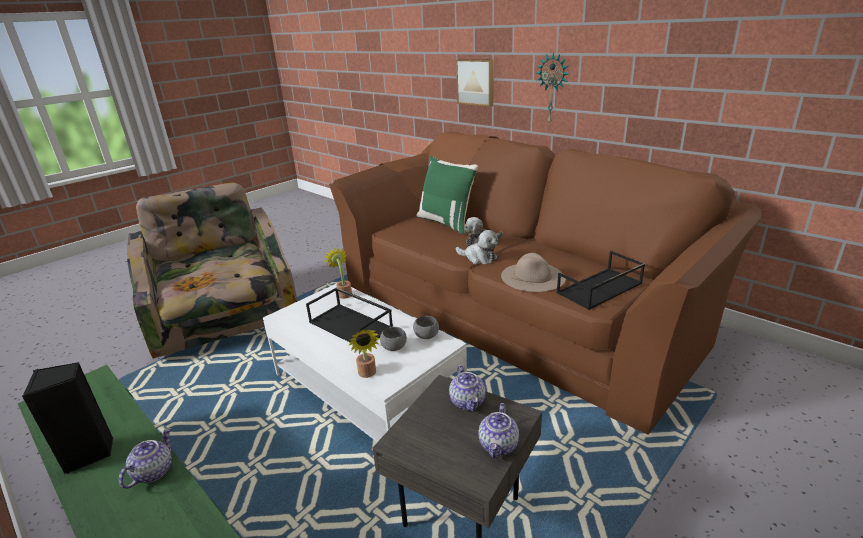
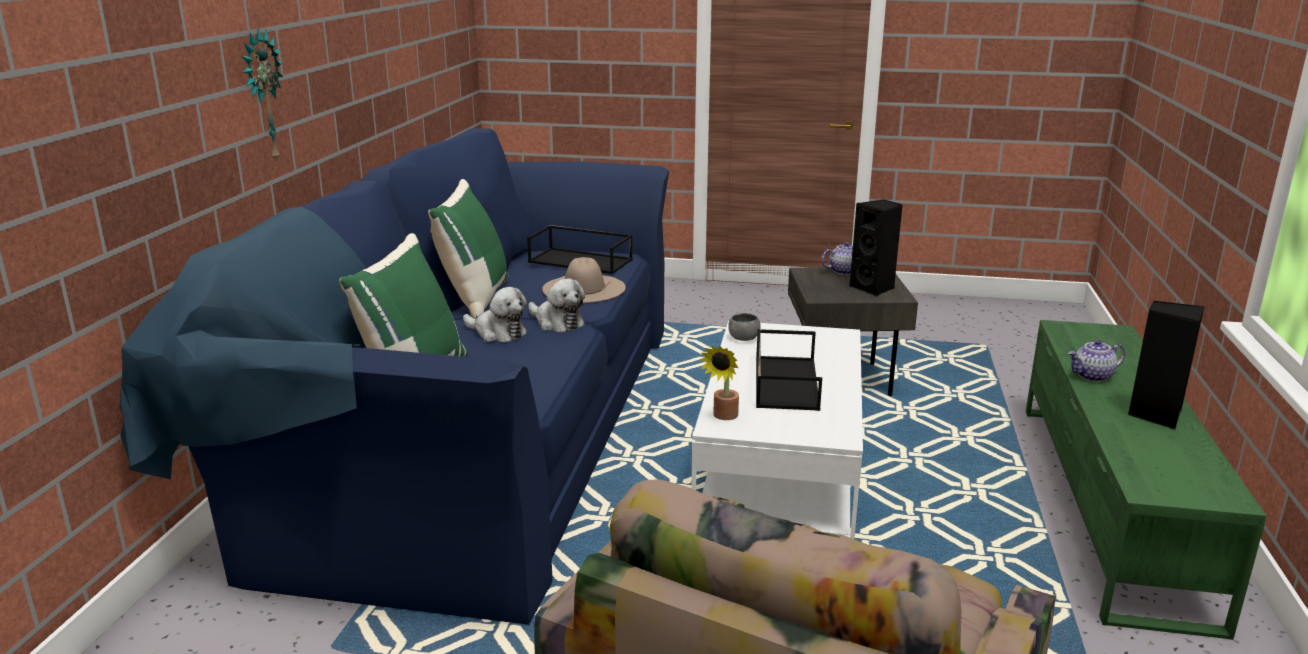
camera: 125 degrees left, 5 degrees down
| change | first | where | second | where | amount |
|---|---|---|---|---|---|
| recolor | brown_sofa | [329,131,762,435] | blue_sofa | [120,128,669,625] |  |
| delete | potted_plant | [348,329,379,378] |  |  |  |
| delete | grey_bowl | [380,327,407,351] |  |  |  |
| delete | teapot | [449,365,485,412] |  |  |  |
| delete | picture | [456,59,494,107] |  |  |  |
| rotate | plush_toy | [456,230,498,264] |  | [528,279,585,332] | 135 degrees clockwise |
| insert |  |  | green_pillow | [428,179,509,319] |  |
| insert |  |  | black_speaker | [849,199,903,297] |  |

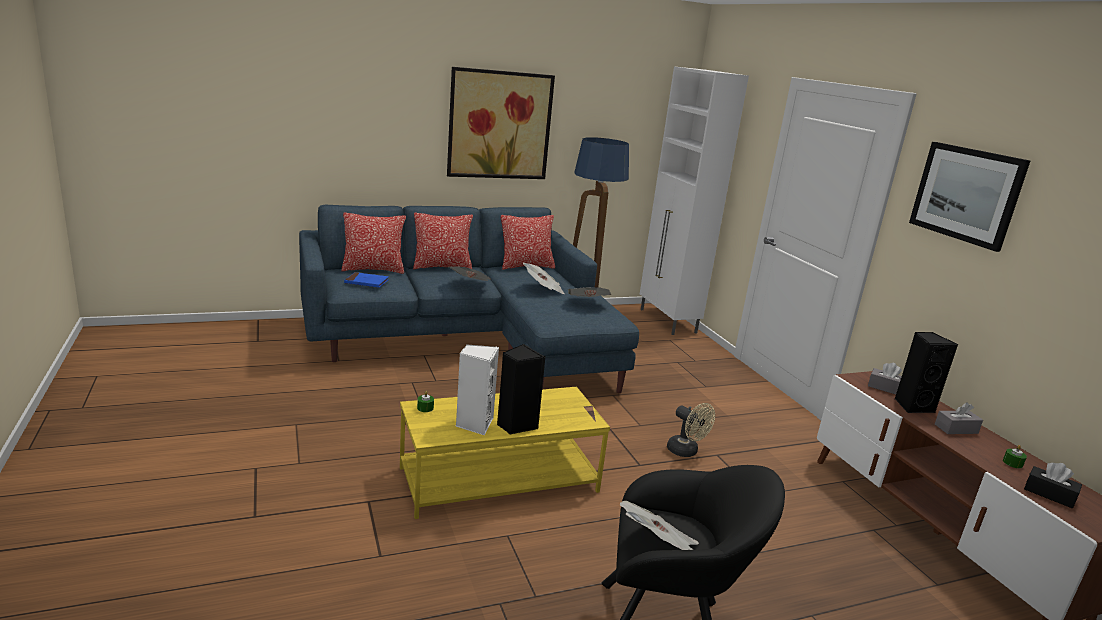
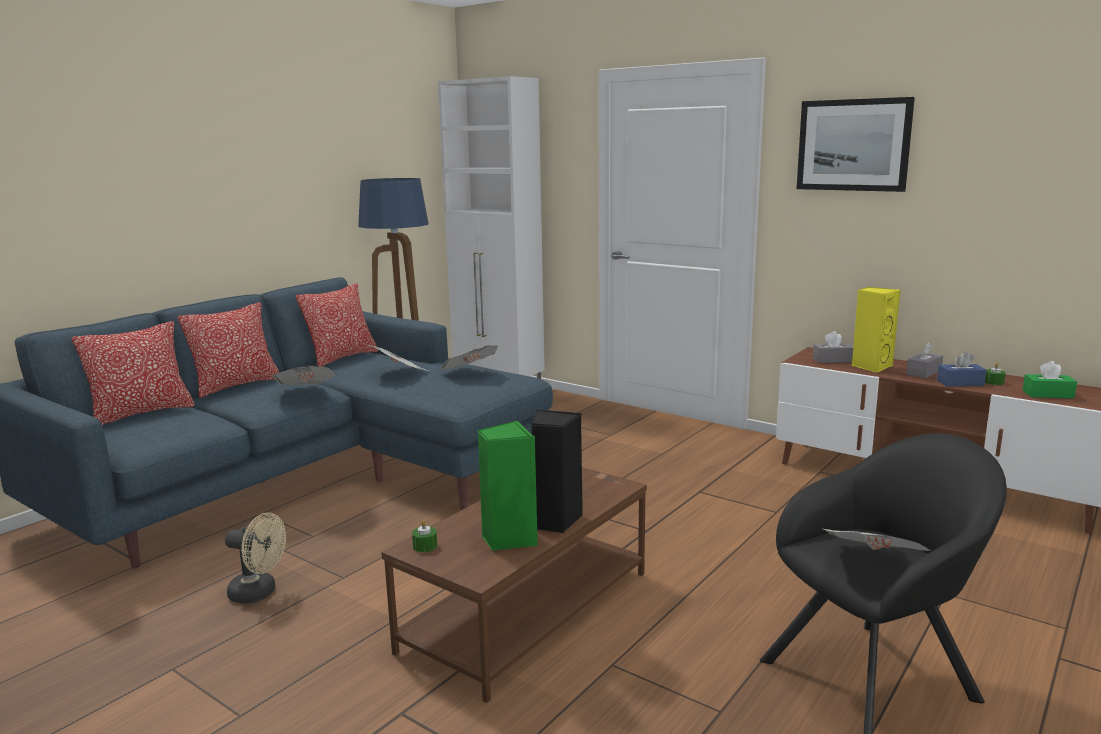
camera: 30 degrees left, 5 degrees down
| change | first | where | second | where | amount |
|---|---|---|---|---|---|
| delete | blue_book | [344,272,389,288] |  |  |  |
| recolor | yellow_coffee_table | [400,387,610,519] | brown_coffee_table | [381,467,647,703] |  |
| delete | picture | [447,67,555,179] |  |  |  |
| recolor | white_speaker | [456,344,499,435] | green_speaker | [478,421,538,551] |  |
| move | beige_fan | [667,403,715,457] |  | [225,513,286,603] |  |
| recolor | black_speaker | [895,332,958,413] | yellow_speaker | [852,287,900,373] |  |
| recolor | black_tissue_box | [1024,463,1082,508] | green_tissue_box | [1022,361,1077,398] |  |
| insert |  |  | blue_tissue_box | [937,352,987,386] |  |

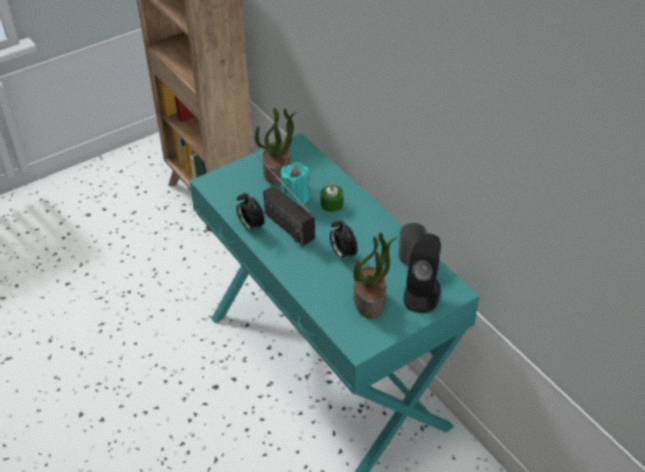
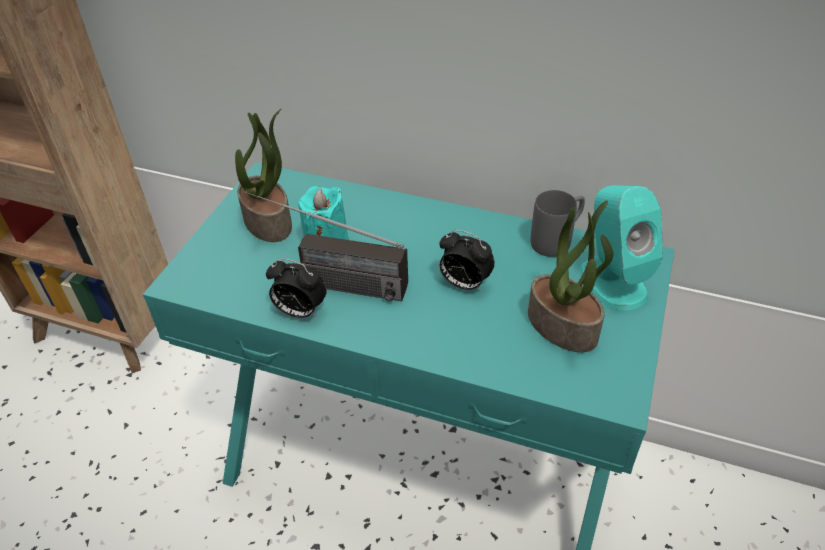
camera: 35 degrees left, 0 degrees up
| change | first | where | second | where | amount |
|---|---|---|---|---|---|
| delete | green_candle | [321,183,344,212] |  |  |  |
| recolor | black_speaker | [404,234,441,313] | turquoise_speaker | [579,185,663,311] |  |

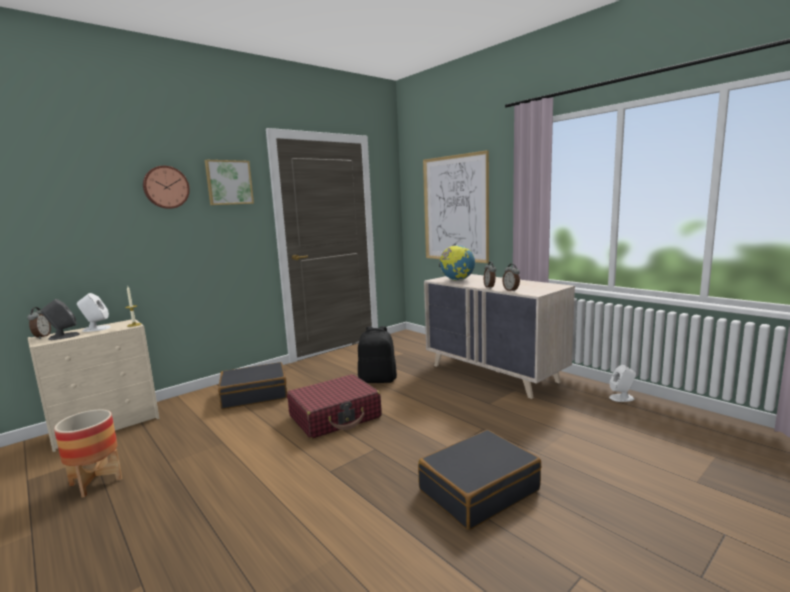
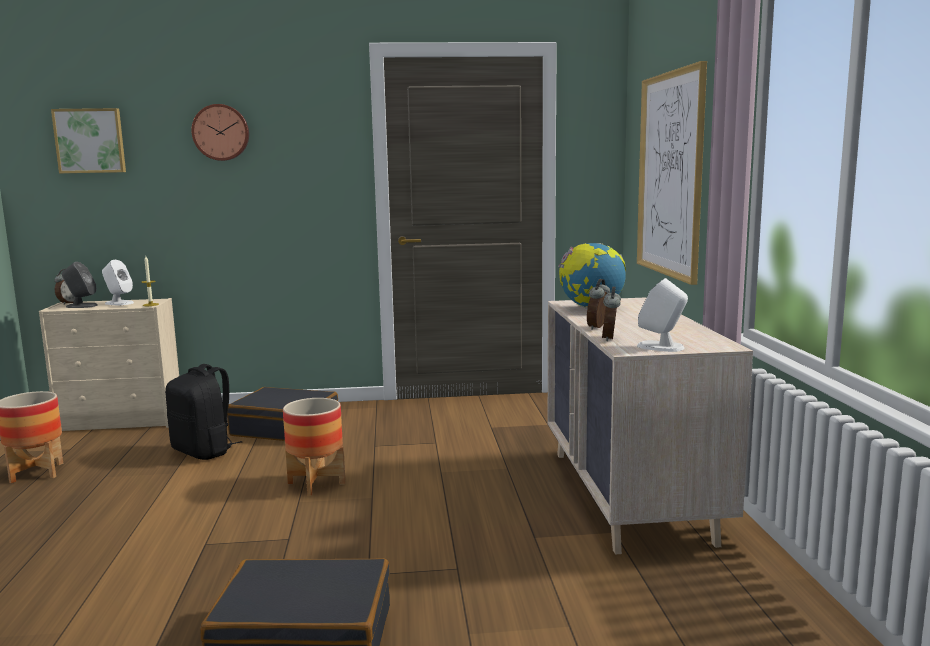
camera: 35 degrees right, 0 degrees up
| change | first | where | second | where | amount |
|---|---|---|---|---|---|
| move | picture | [205,160,254,205] |  | [51,108,126,173] |  |
| replace | red_suitcase | [287,374,382,439] | planter | [283,398,346,496] |  |
| move | black_backpack | [358,326,397,383] |  | [165,364,242,460] |  |
| move | white_speaker | [609,365,636,402] |  | [637,278,688,352] |  |

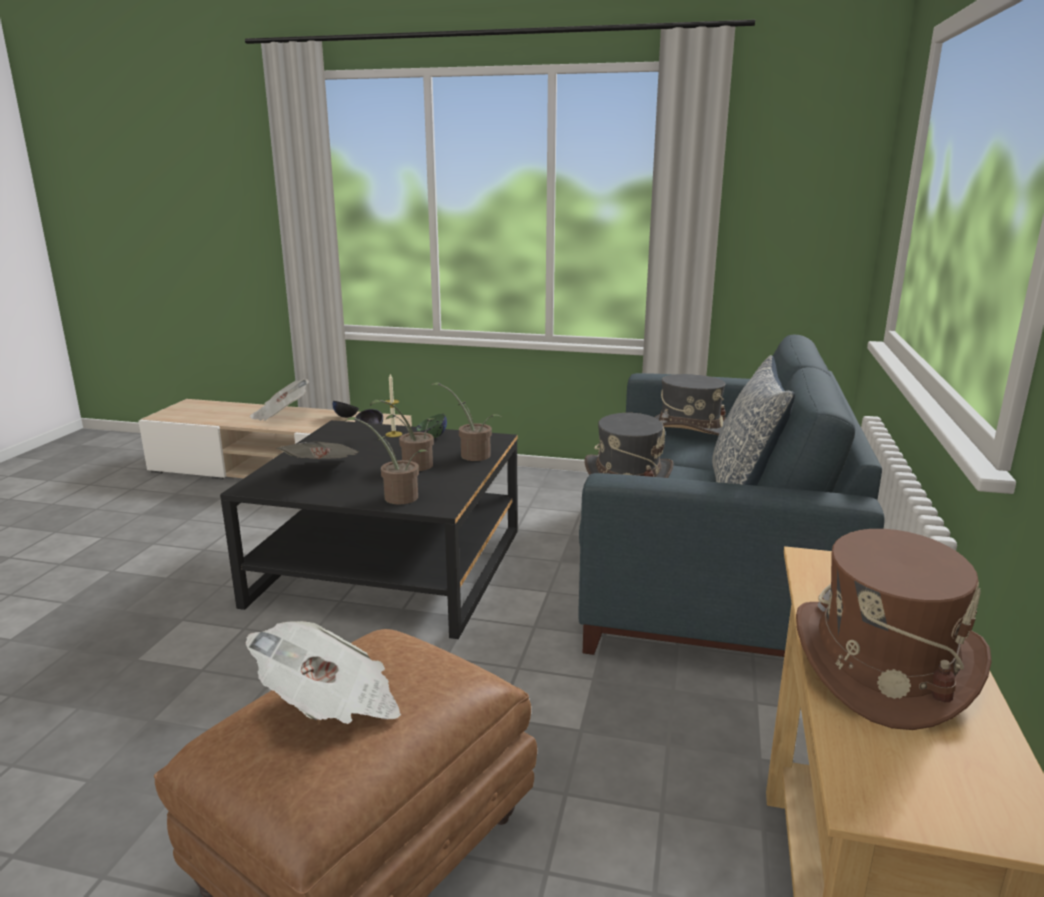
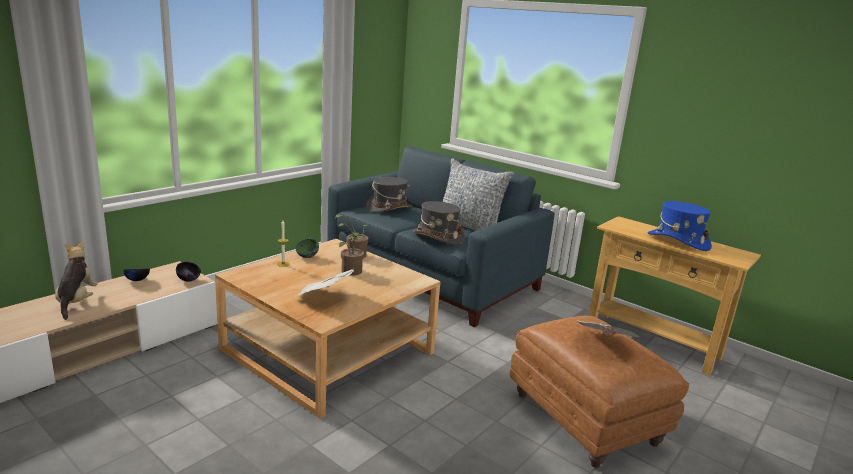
camera: 65 degrees left, 0 degrees up
| change | first | where | second | where | amount |
|---|---|---|---|---|---|
| recolor | black_coffee_table | [220,420,517,639] | beige_coffee_table | [215,239,441,419] |  |
| replace | newspaper | [250,379,309,421] | plush_toy | [55,242,97,320] |  |
| delete | potted_plant | [345,417,429,505] |  |  |  |
| recolor | brown_hat | [796,529,992,730] | blue_hat | [648,201,712,251] |  |

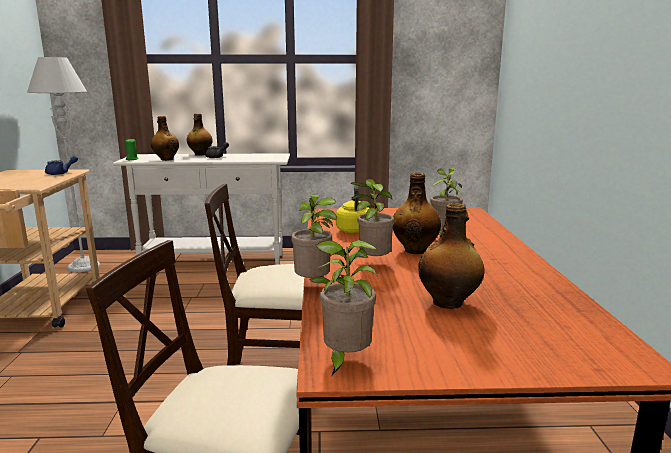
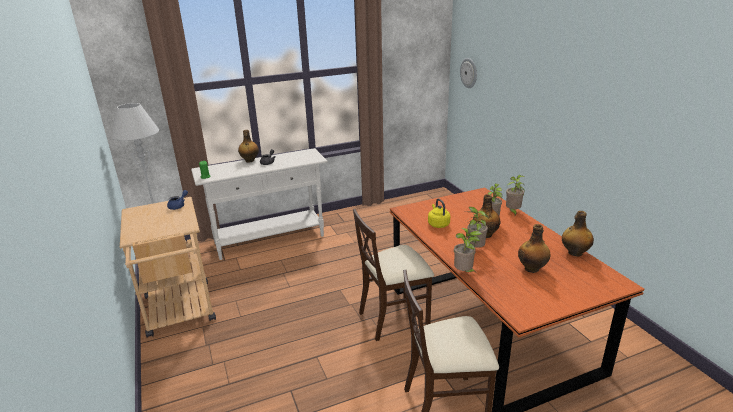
camera: 20 degrees left, 10 degrees up
| change | first | where | second | where | amount |
|---|---|---|---|---|---|
| move | bottle | [151,116,179,161] |  | [562,211,594,256] |  |
| move | potted_plant | [315,240,378,375] |  | [506,175,525,216] |  |
| insert |  |  | wall_clock | [460,58,477,88] |  |

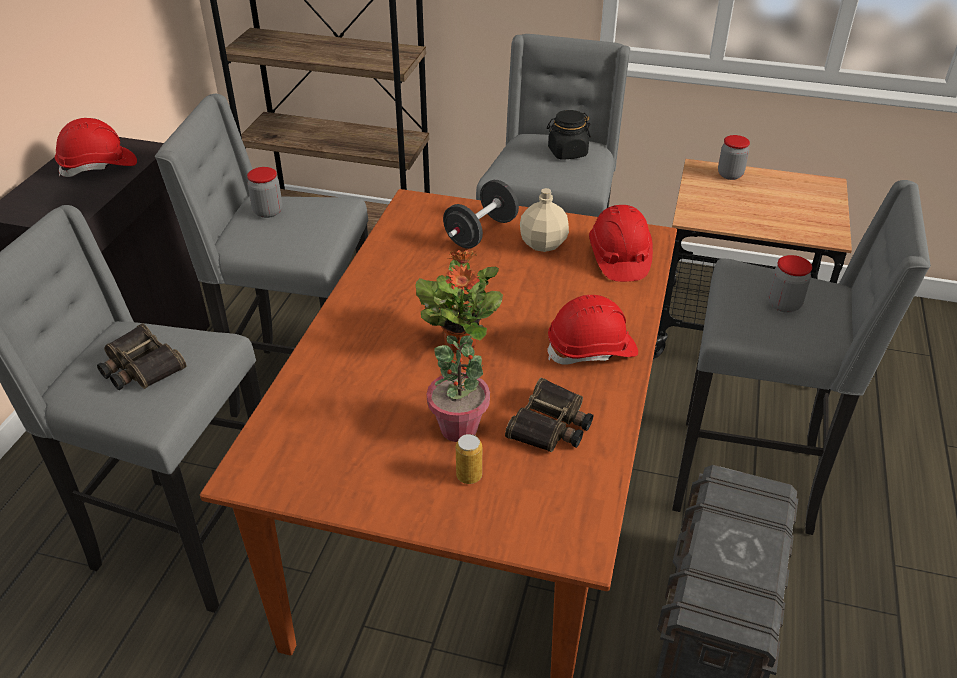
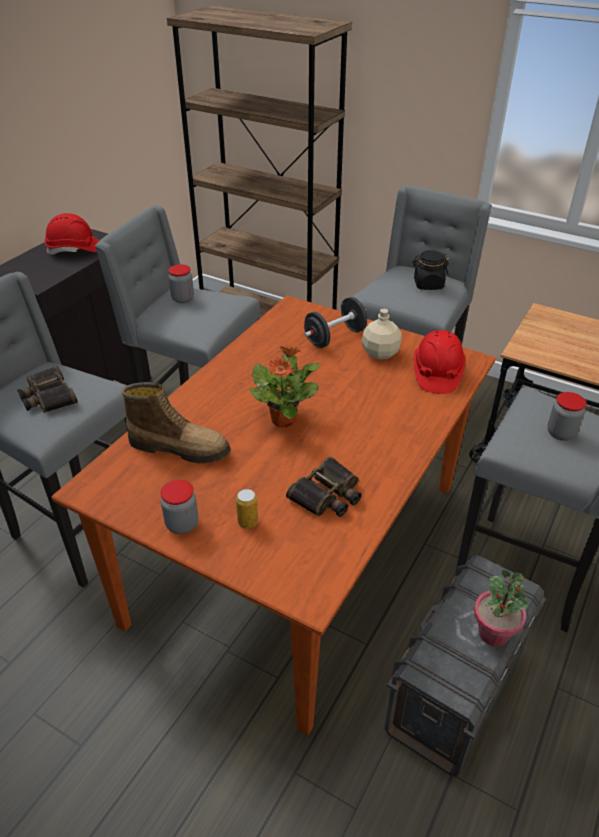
camera: 15 degrees right, 0 degrees up
| change | first | where | second | where | amount |
|---|---|---|---|---|---|
| move | potted_plant | [427,335,490,442] |  | [474,570,528,646] |  |
| delete | red_hard_hat | [547,295,638,365] |  |  |  |
| move | jar | [718,135,750,180] |  | [160,480,198,534] |  |
| insert |  |  | boot | [121,382,231,463] |  |

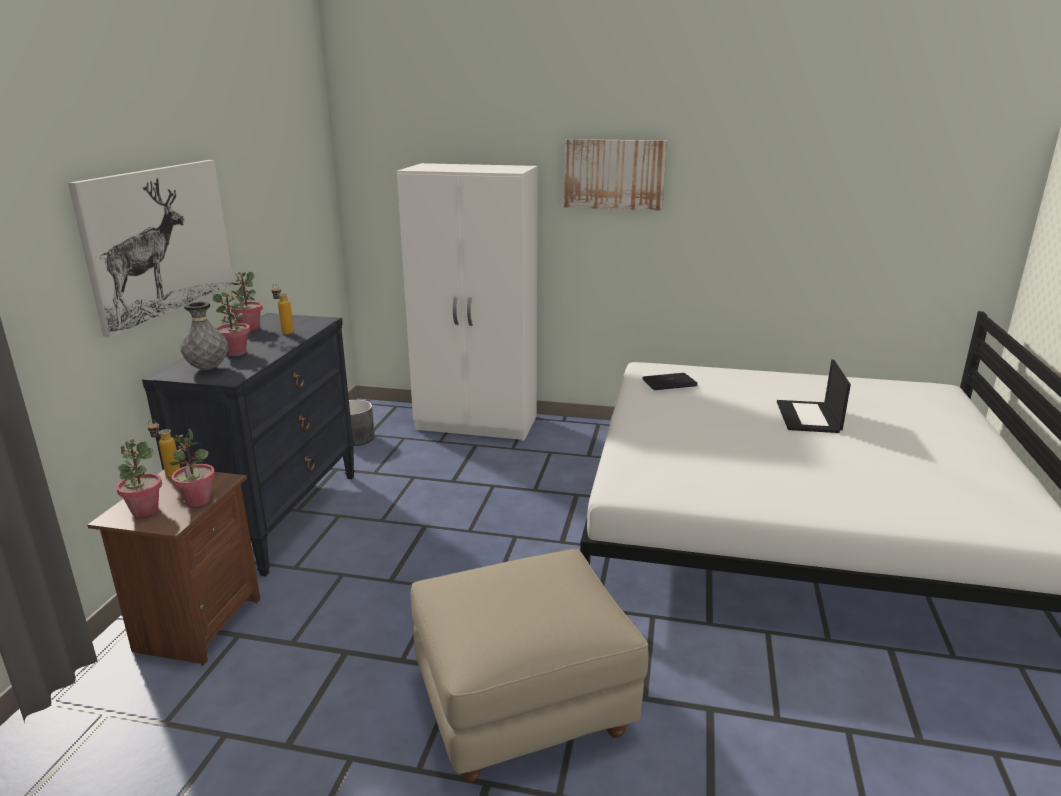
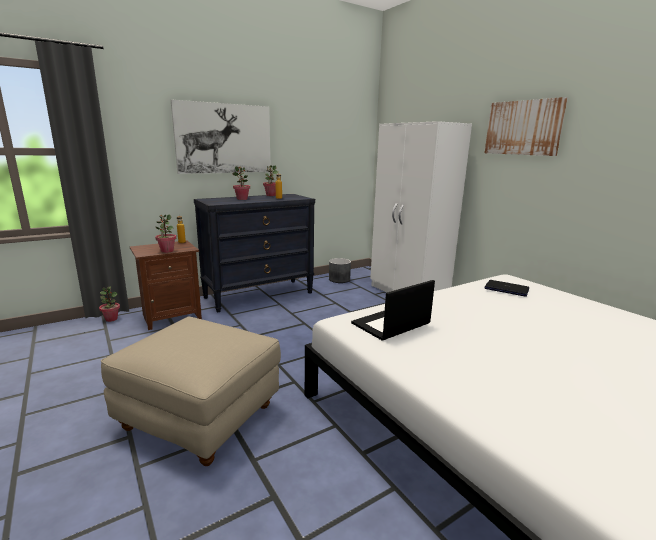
camera: 45 degrees right, 5 degrees down
| change | first | where | second | where | amount |
|---|---|---|---|---|---|
| move | potted_plant | [116,439,162,517] |  | [99,287,120,322] |  |
| delete | grey_vase | [180,302,228,370] |  |  |  |
| move | laptop | [777,360,851,433] |  | [351,280,435,341] |  |

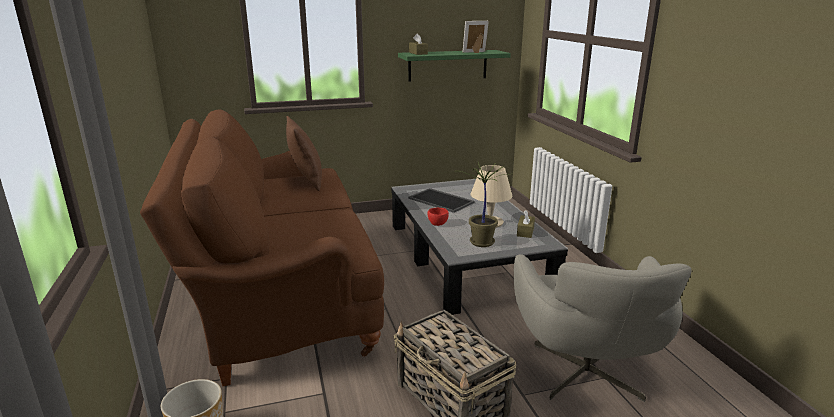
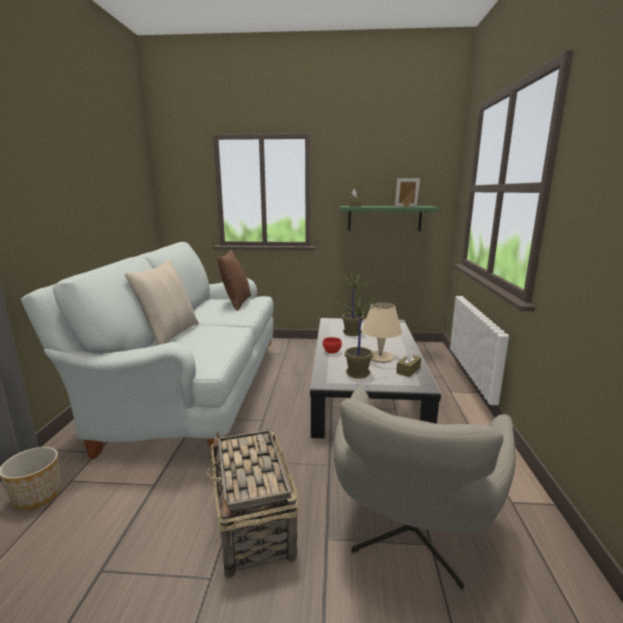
camera: 20 degrees right, 5 degrees down
| change | first | where | second | where | amount |
|---|---|---|---|---|---|
| recolor | brown_sofa | [140,110,384,386] | white_sofa | [21,242,274,459] |  |
| replace | tray | [408,188,475,213] | potted_plant | [334,273,376,336] |  |
| insert |  |  | beige_pillow | [125,260,199,345] |  |

